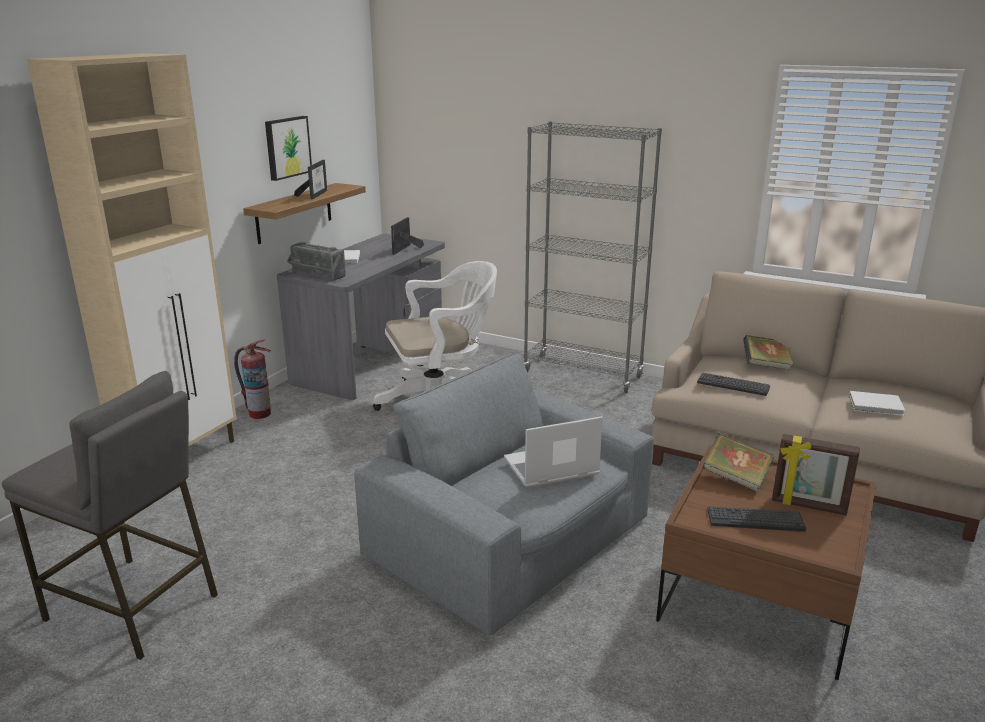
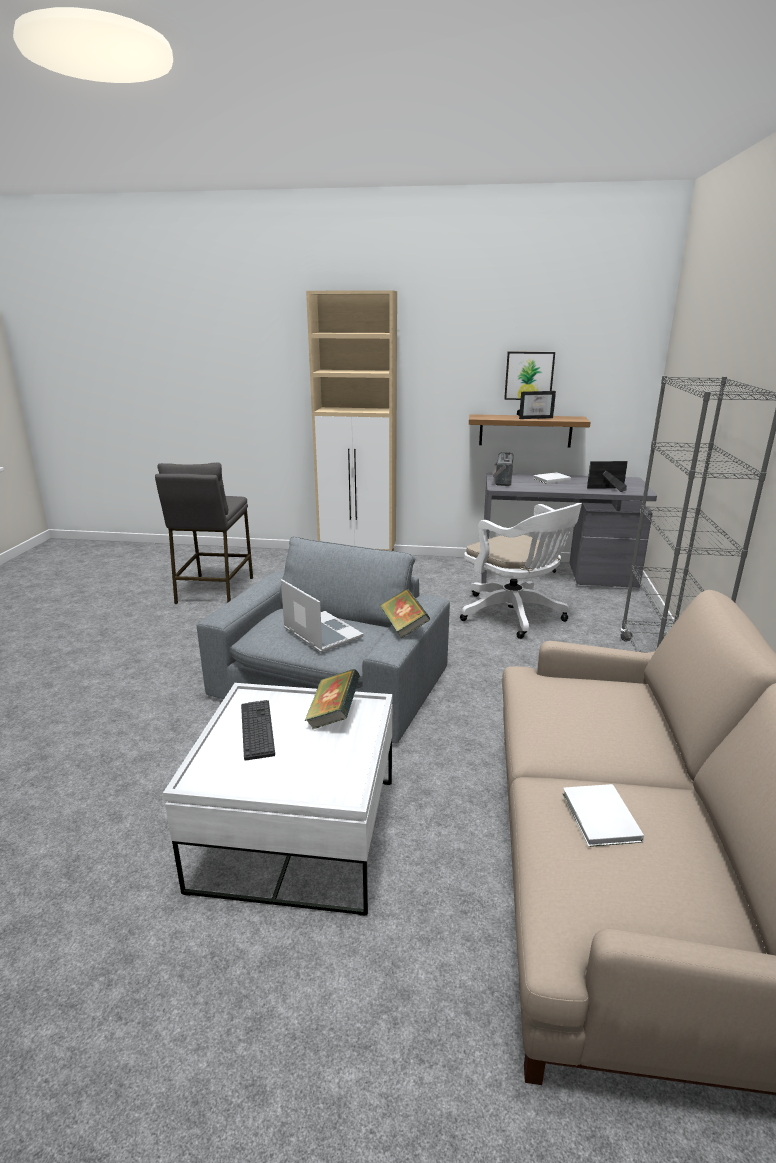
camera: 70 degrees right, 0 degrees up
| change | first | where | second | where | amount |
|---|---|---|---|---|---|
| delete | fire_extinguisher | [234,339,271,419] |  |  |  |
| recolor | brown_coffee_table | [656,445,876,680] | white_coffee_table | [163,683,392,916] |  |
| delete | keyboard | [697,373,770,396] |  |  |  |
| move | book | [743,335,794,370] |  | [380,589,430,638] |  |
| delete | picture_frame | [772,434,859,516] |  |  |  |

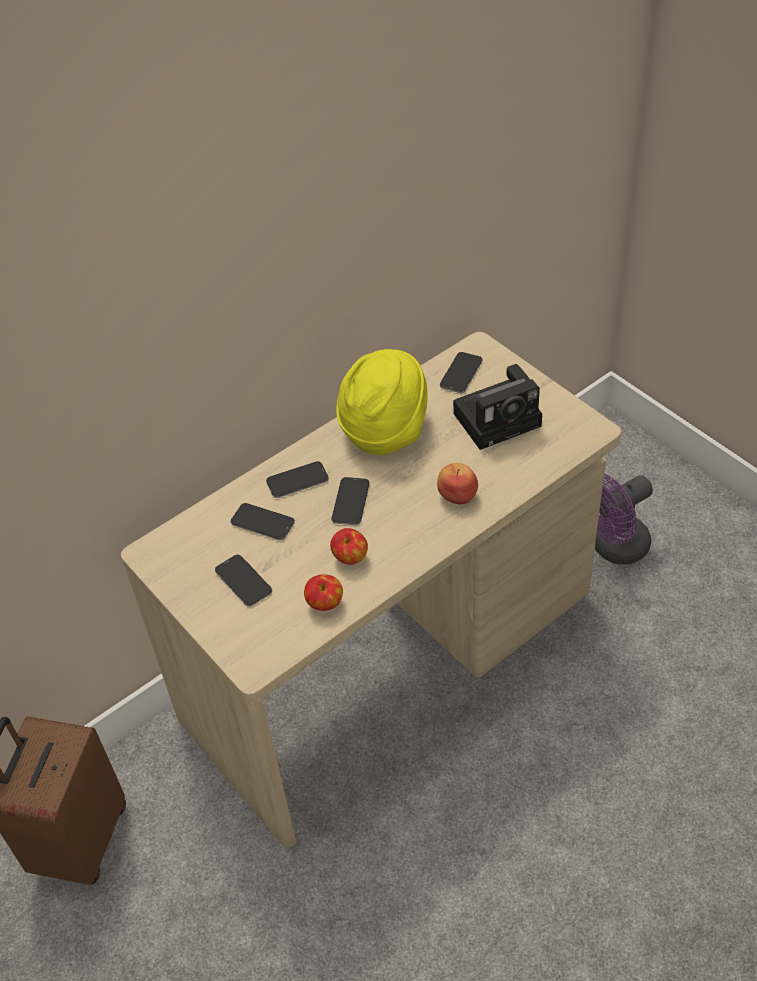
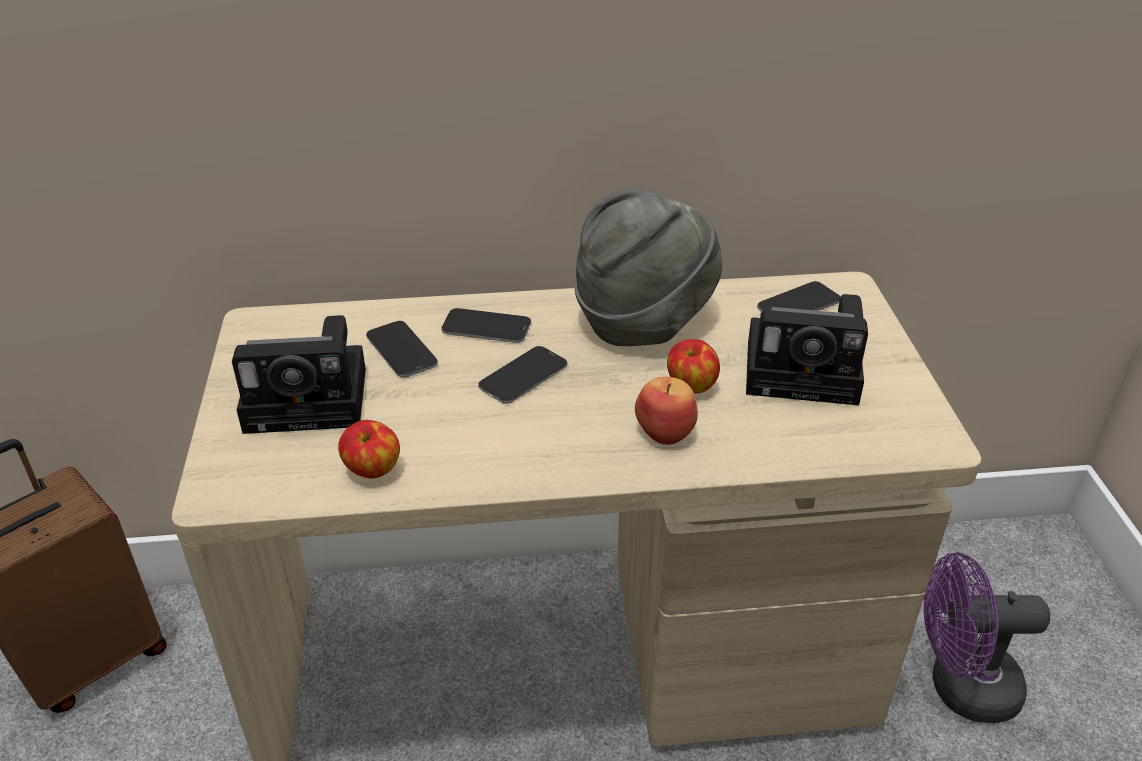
camera: 30 degrees right, 10 degrees down
| change | first | where | second | where | amount |
|---|---|---|---|---|---|
| replace | phone | [215,555,272,607] | photo_camera | [232,315,366,434] |  |
| move | apple | [330,528,368,565] |  | [667,339,720,393] |  |
| recolor | yellow_hat | [336,349,427,455] | grey_hat | [574,189,722,346] |  |

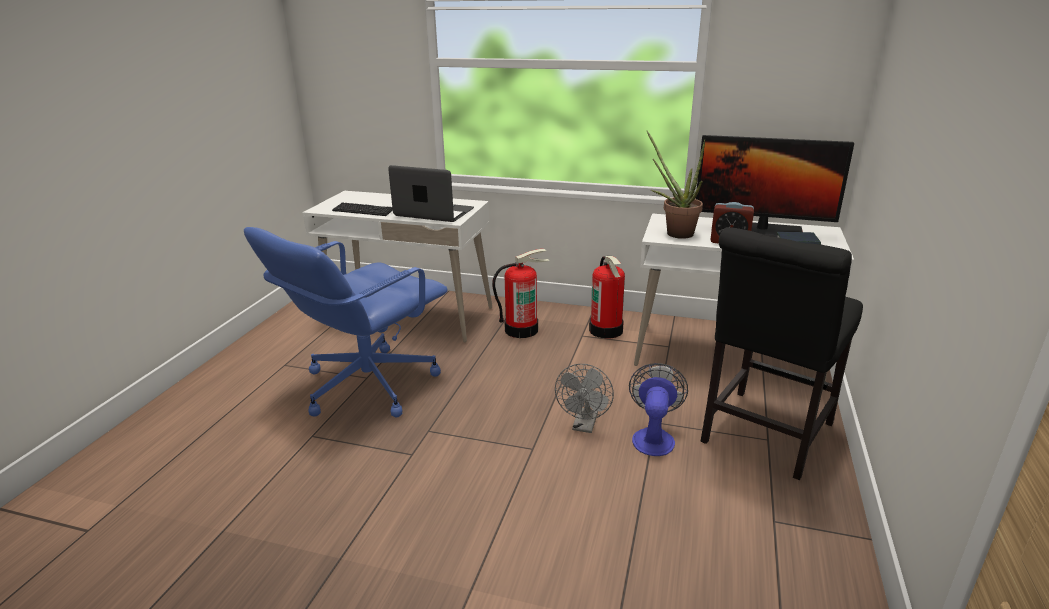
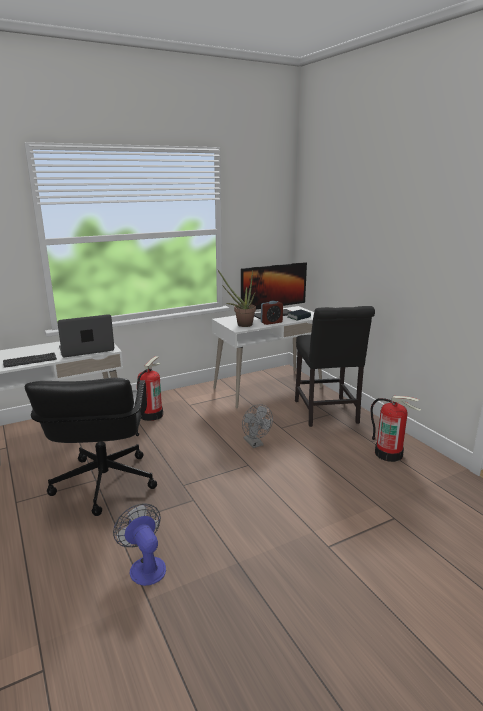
camera: 45 degrees left, 5 degrees down
| change | first | where | second | where | amount |
|---|---|---|---|---|---|
| recolor | blue_office_chair | [244,227,448,418] | black_office_chair | [25,378,157,516] |  |
| move | fire_extinguisher | [589,256,625,338] |  | [371,396,421,462] |  |
| move | fan | [629,363,688,456] |  | [113,503,166,586] |  |

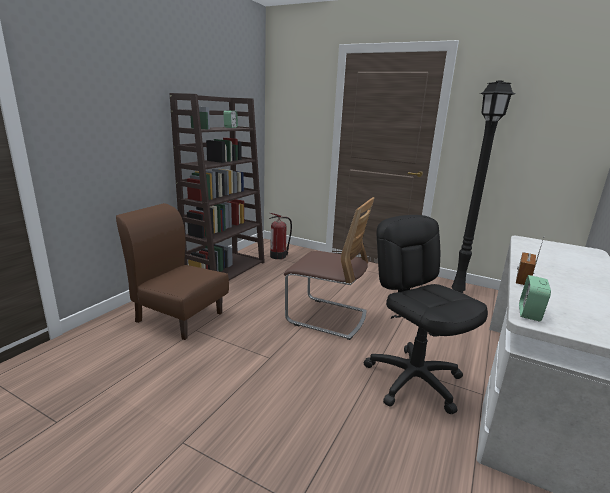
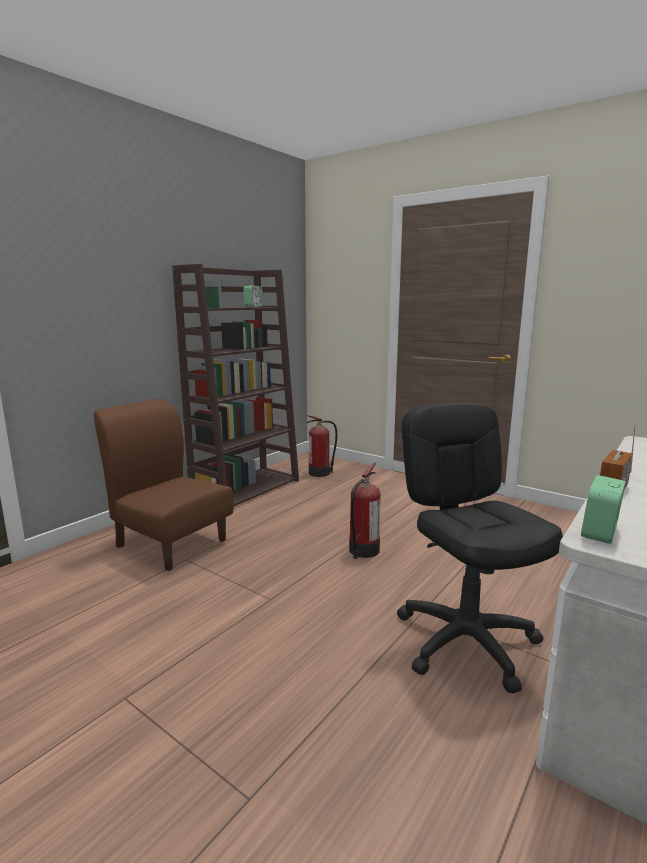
camera: 10 degrees right, 5 degrees down
| change | first | where | second | where | amount |
|---|---|---|---|---|---|
| replace | chair | [284,197,374,340] | fire_extinguisher | [349,462,381,559] |  |
| delete | black_floor_lamp | [452,80,515,293] |  |  |  |

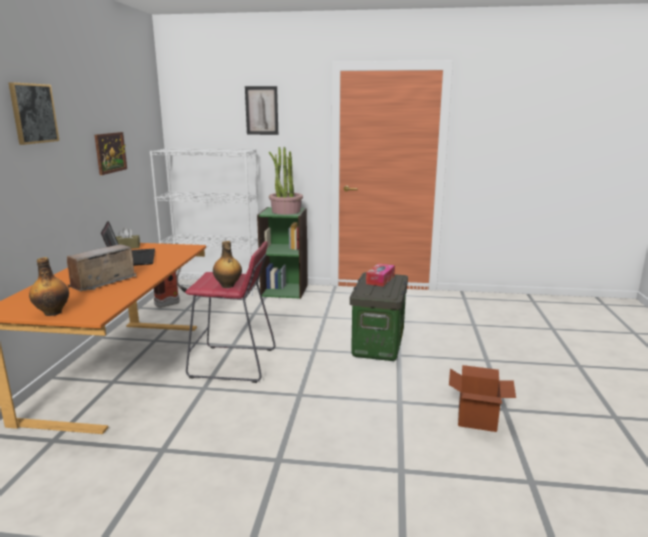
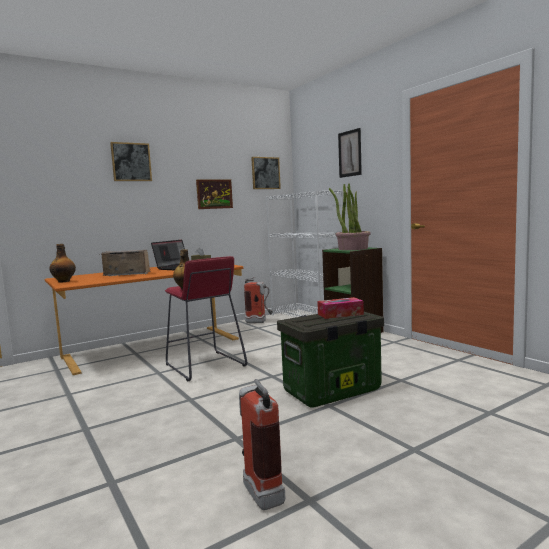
camera: 50 degrees right, 10 degrees down
| change | first | where | second | where | amount |
|---|---|---|---|---|---|
| replace | cardboard_box | [449,365,516,432] | fire_extinguisher | [239,379,285,510] |  |
| insert |  |  | picture | [251,157,281,189] |  |

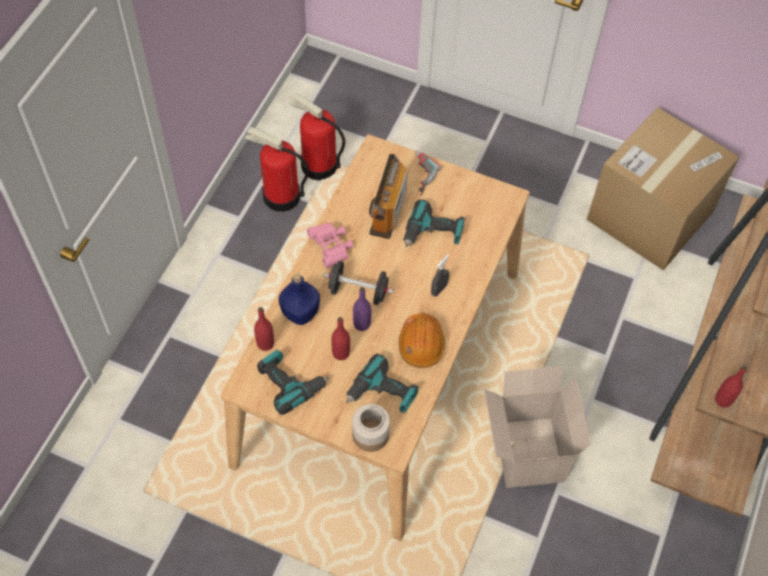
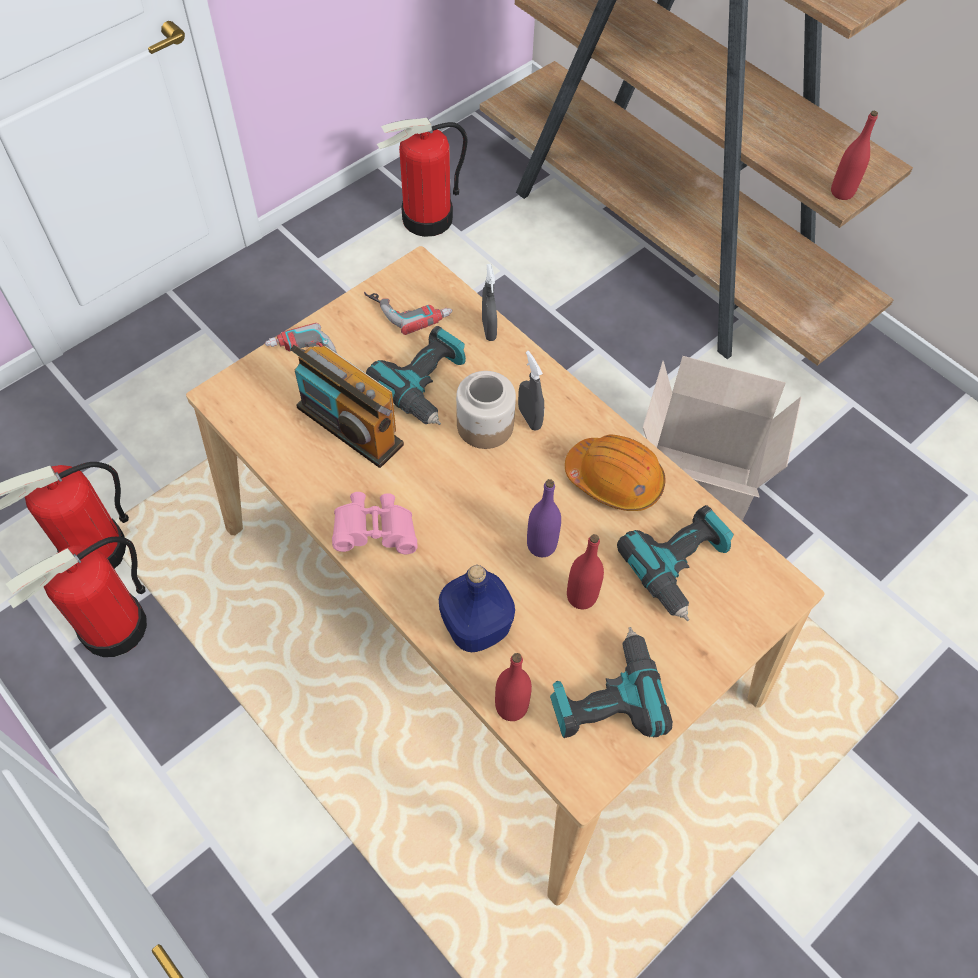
camera: 65 degrees left, 0 degrees up
| change | first | where | second | where | amount |
|---|---|---|---|---|---|
| delete | black_dumbbell | [323,261,394,305] |  |  |  |
| move | jar | [352,404,390,452] |  | [456,371,516,449] |  |
| replace | cardboard_box | [586,107,739,270] | fire_extinguisher | [377,118,468,237] |  |
| insert |  |  | power_drill | [364,292,453,335] |  |
| insert |  |  | grey_spray_bottle | [482,264,497,341] |  |

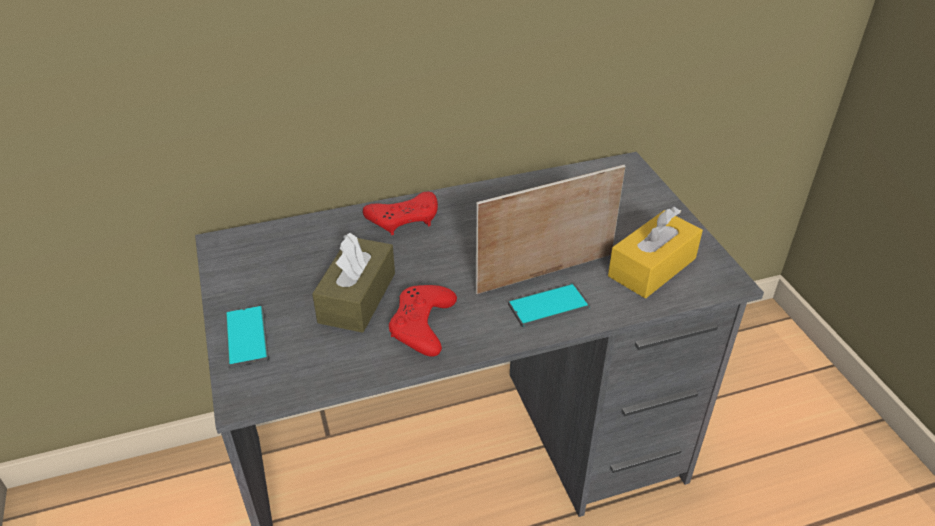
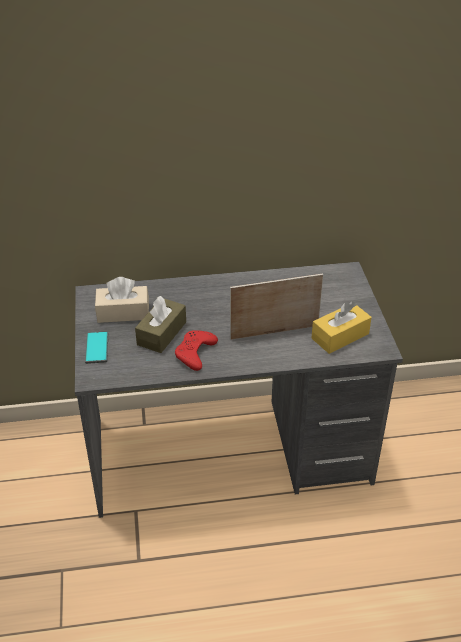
camera: 10 degrees right, 0 degrees up
| change | first | where | second | where | amount |
|---|---|---|---|---|---|
| delete | red_game_controller | [363,191,438,235] |  |  |  |
| delete | phone | [508,283,590,327] |  |  |  |
| insert |  |  | beige_tissue_box | [95,277,149,323] |  |

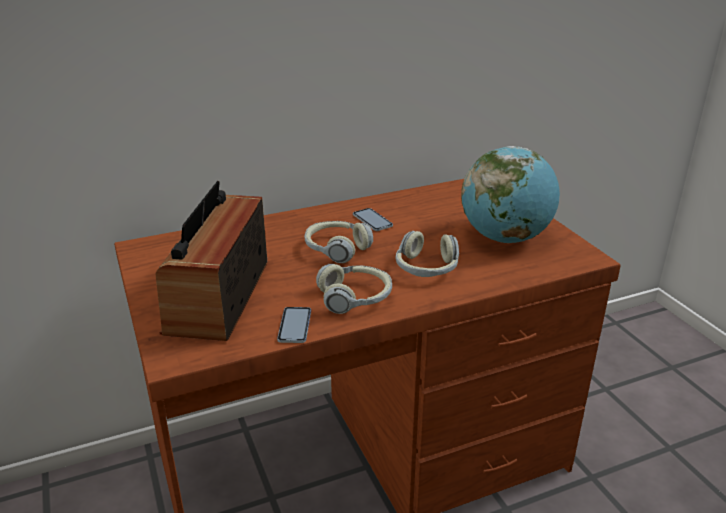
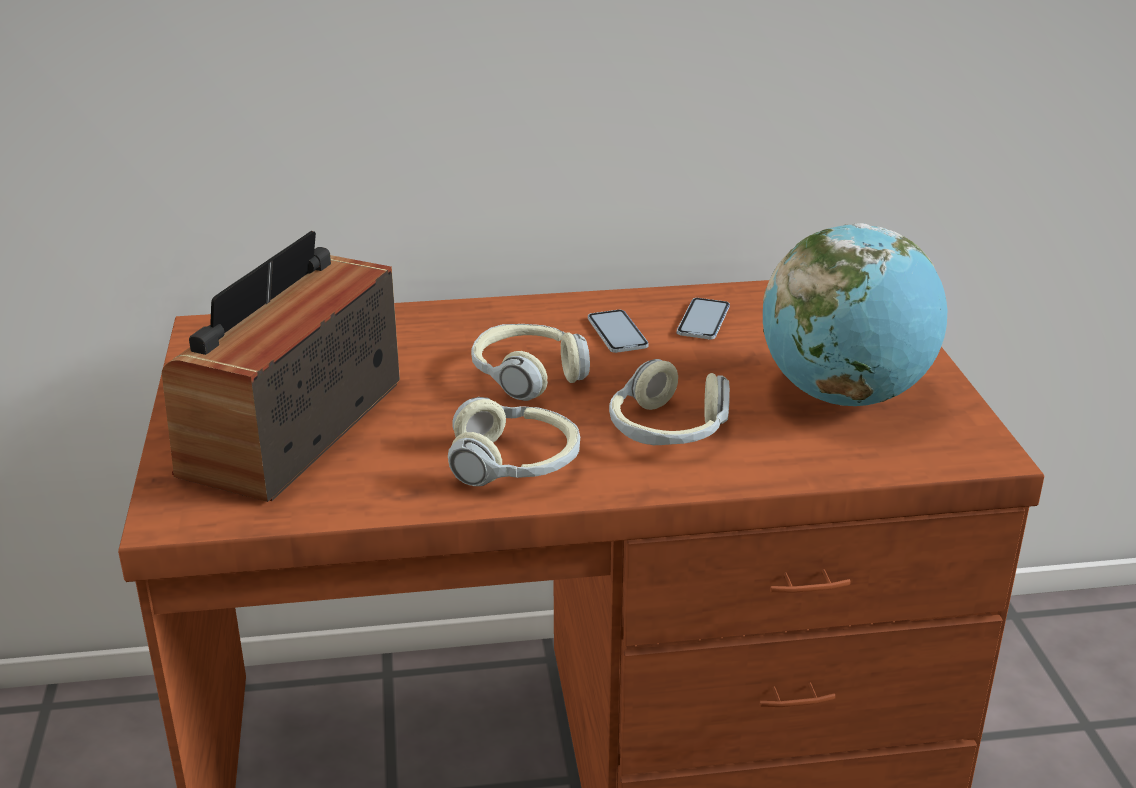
camera: 15 degrees right, 0 degrees up
| change | first | where | second | where | amount |
|---|---|---|---|---|---|
| move | phone | [277,307,311,343] |  | [677,298,730,339] |  |

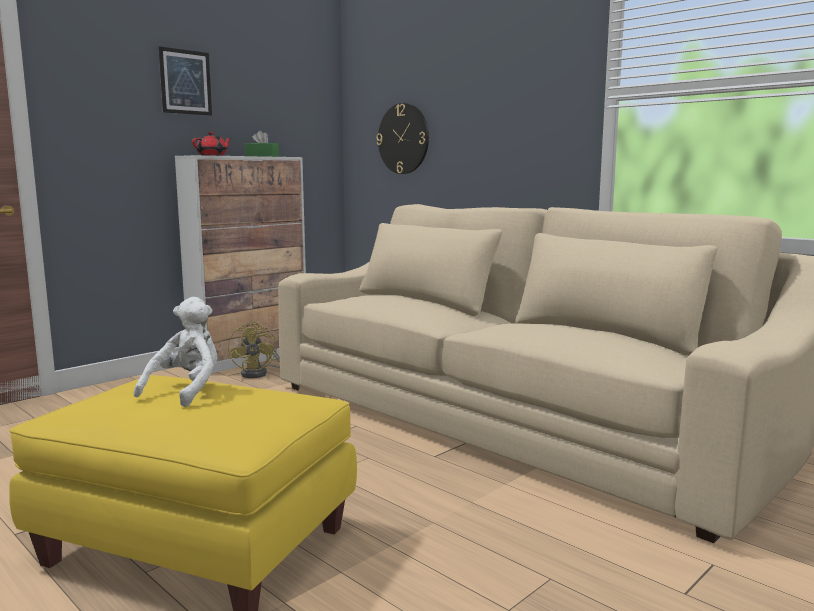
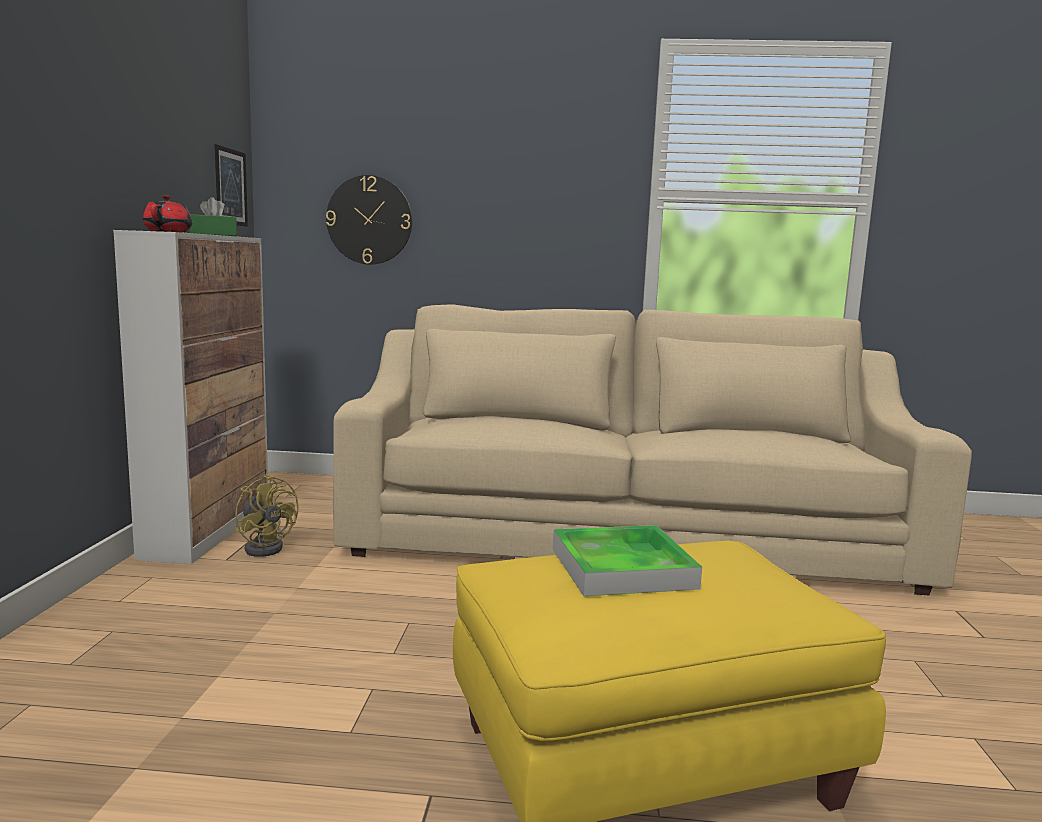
camera: 40 degrees left, 0 degrees up
| change | first | where | second | where | amount |
|---|---|---|---|---|---|
| replace | white_plush_toy | [134,297,217,407] | tray | [553,525,702,596] |  |
| move | picture | [159,46,212,115] |  | [214,144,248,227] |  |

